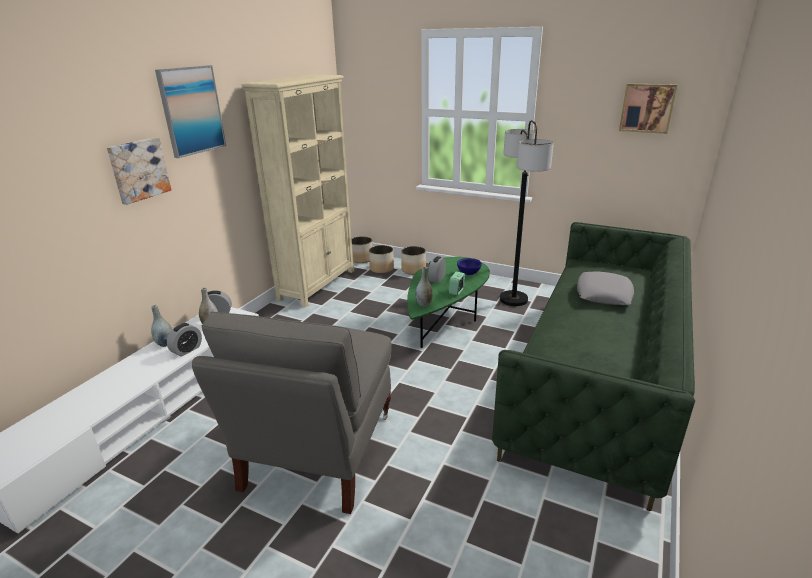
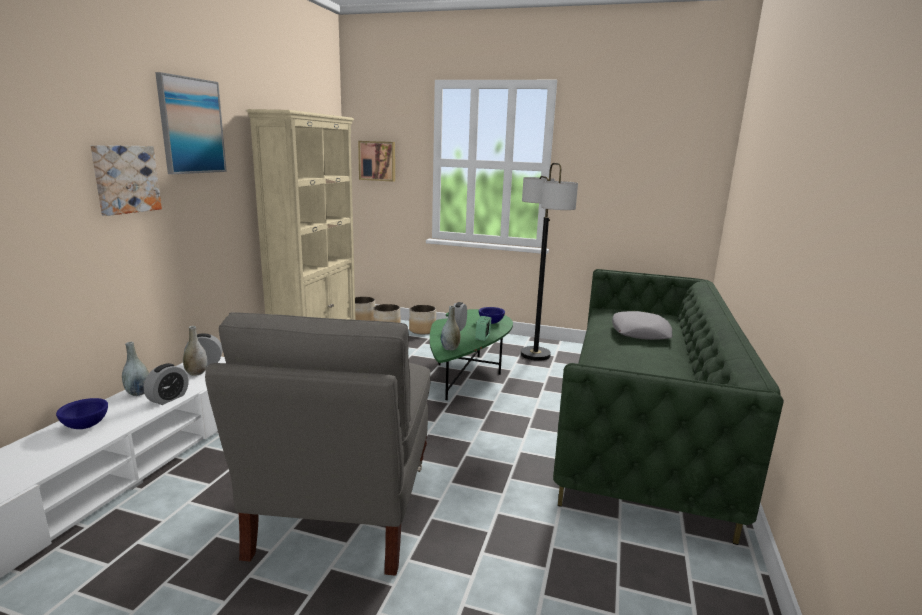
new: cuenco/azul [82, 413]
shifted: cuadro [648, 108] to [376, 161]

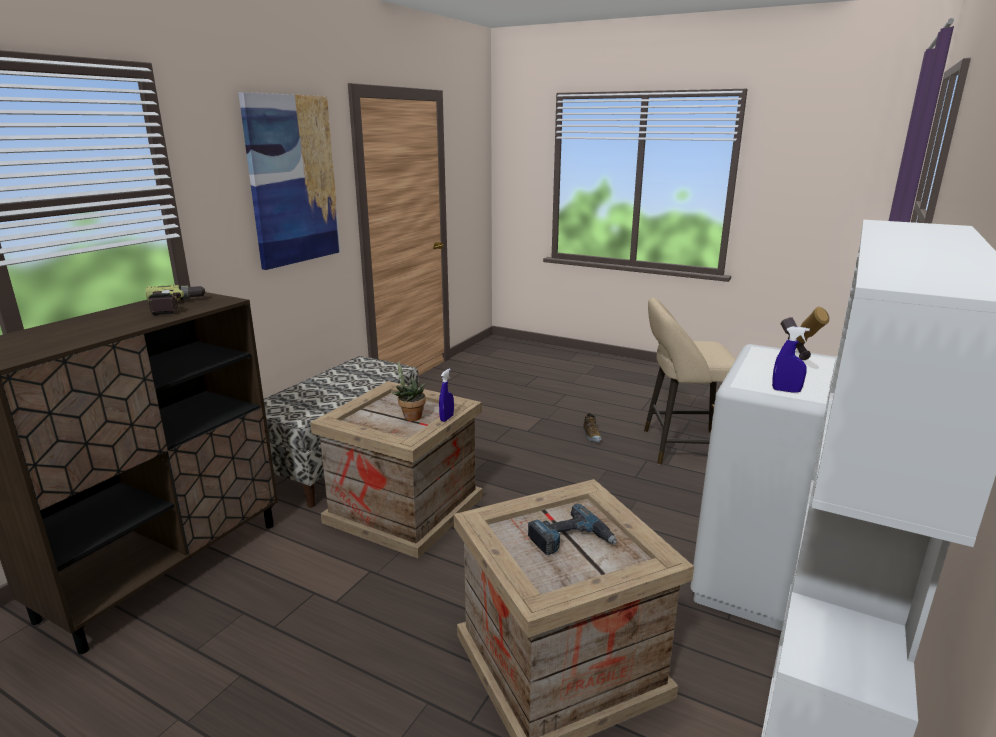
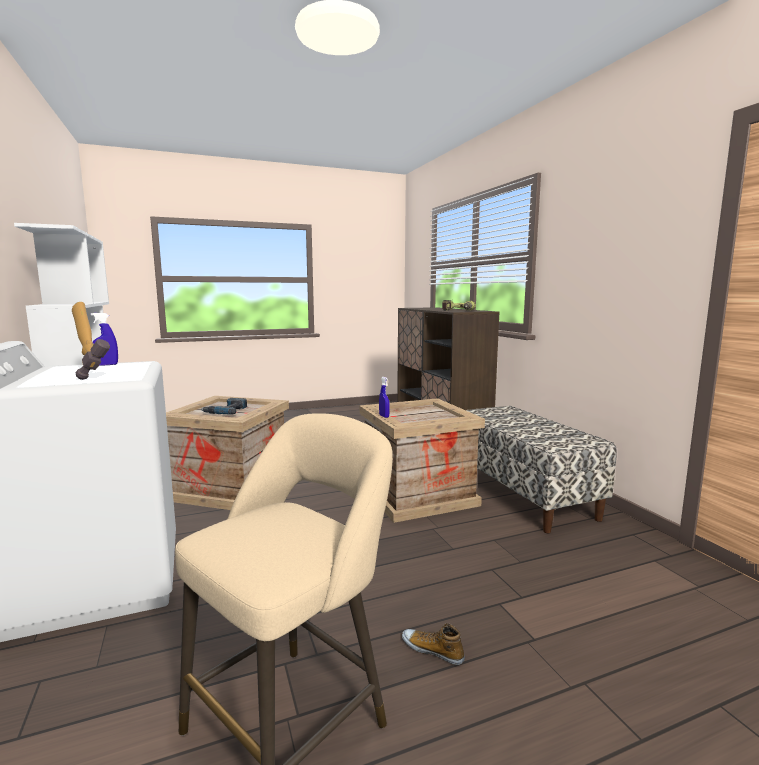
gone: cuadro [289, 181]; planta en maceta [409, 391]

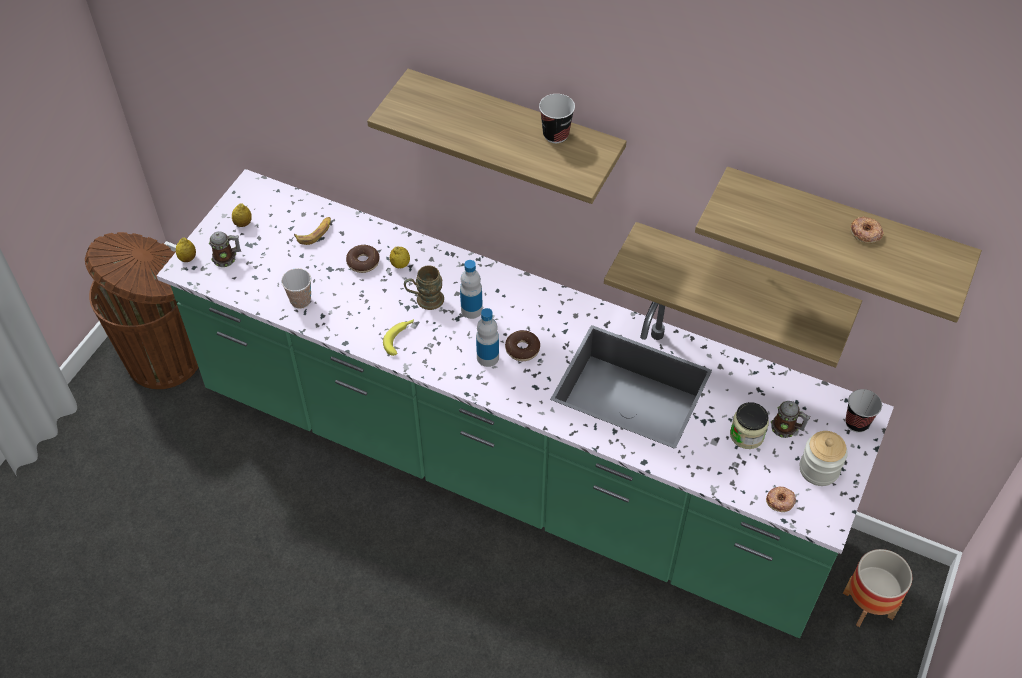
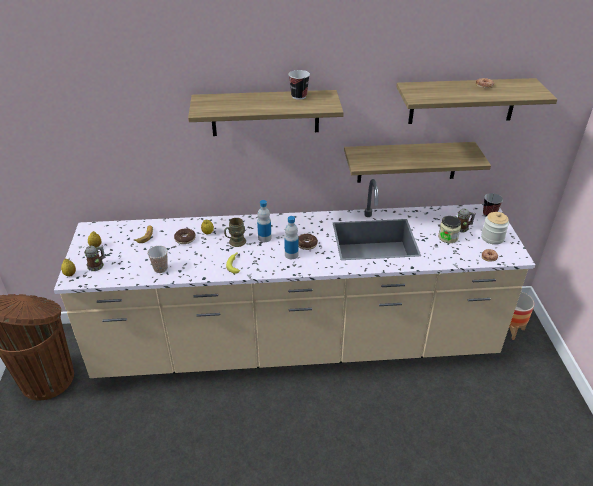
repainted: mueble bajo de cocina/verde [525, 403] to mueble bajo de cocina/beis [294, 278]

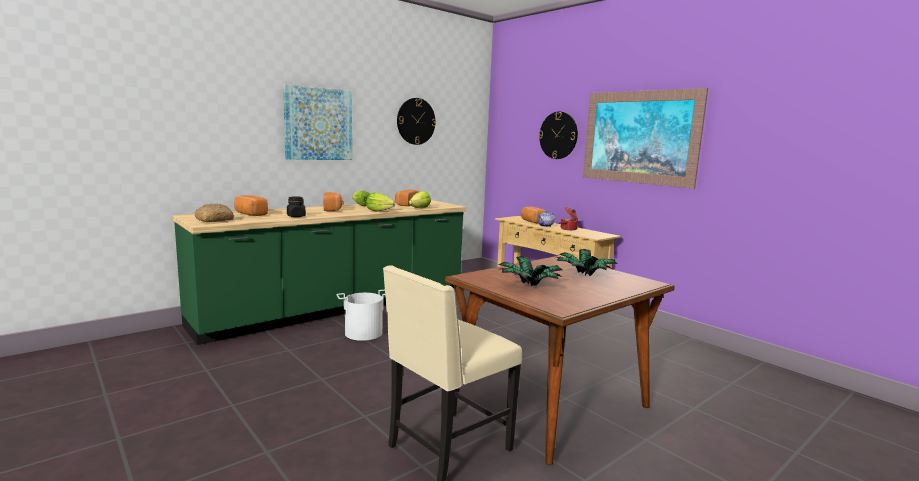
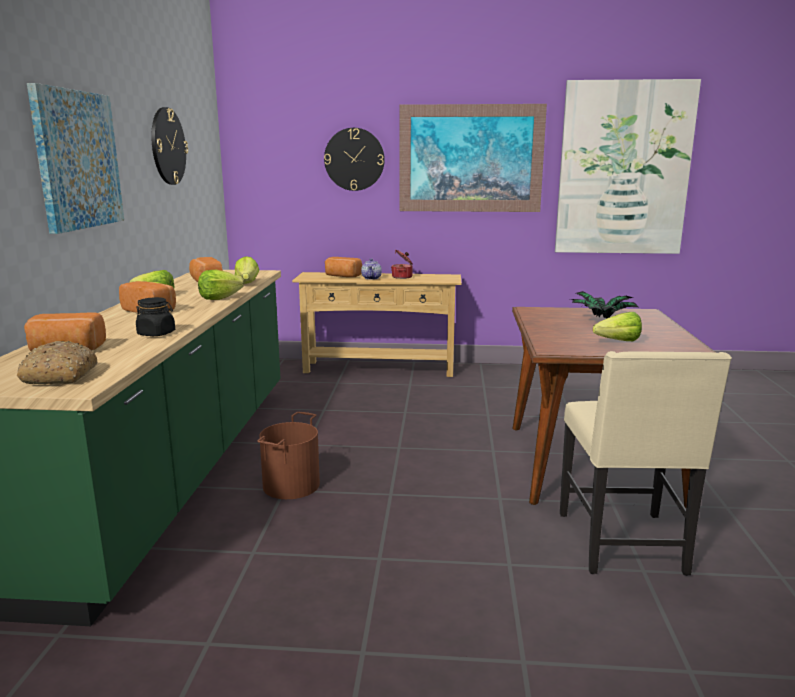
new: cuadro [628, 166]
swapped: planta en maceta [531, 271] to lechuga [617, 326]
repainted: cubo/blanco [360, 315] to cubo/marrón [288, 455]

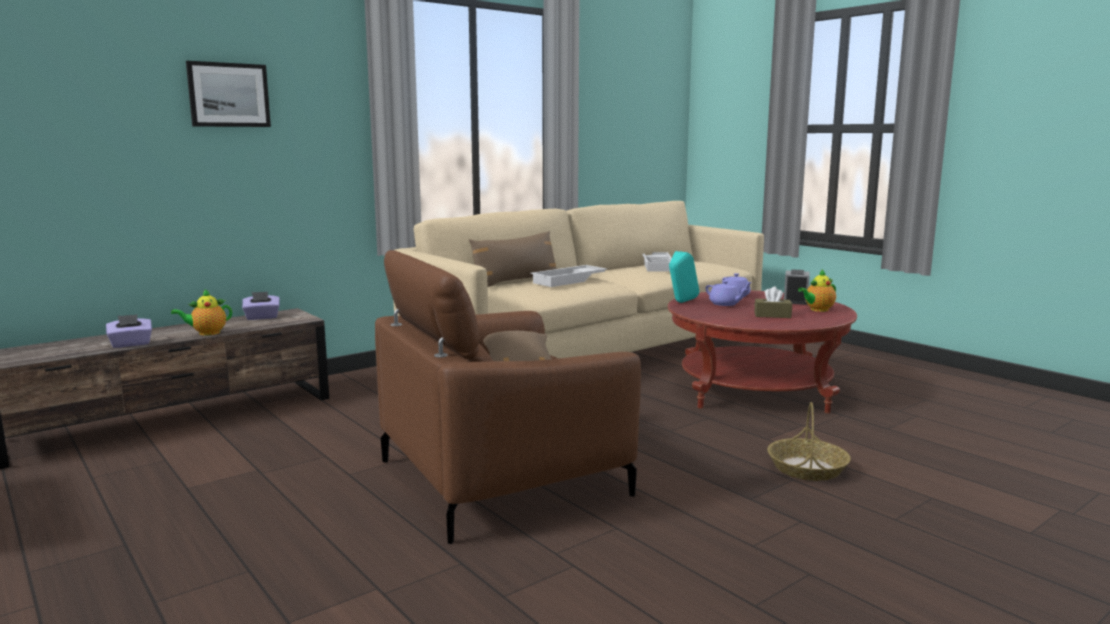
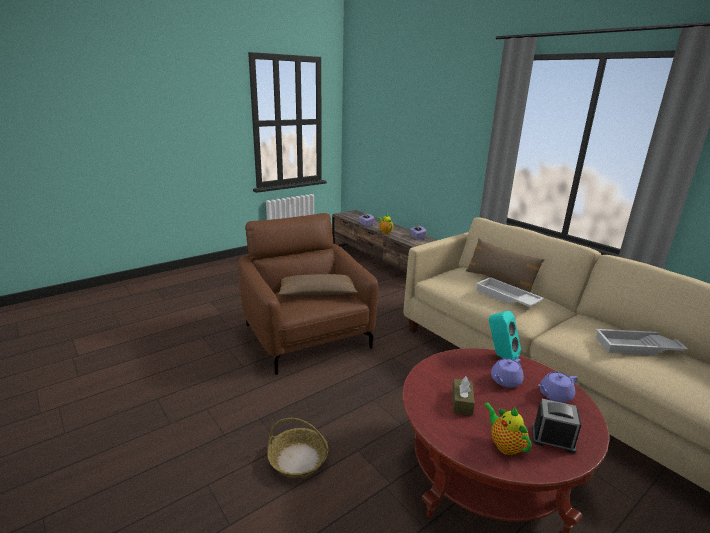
gone: cuadro [228, 94]

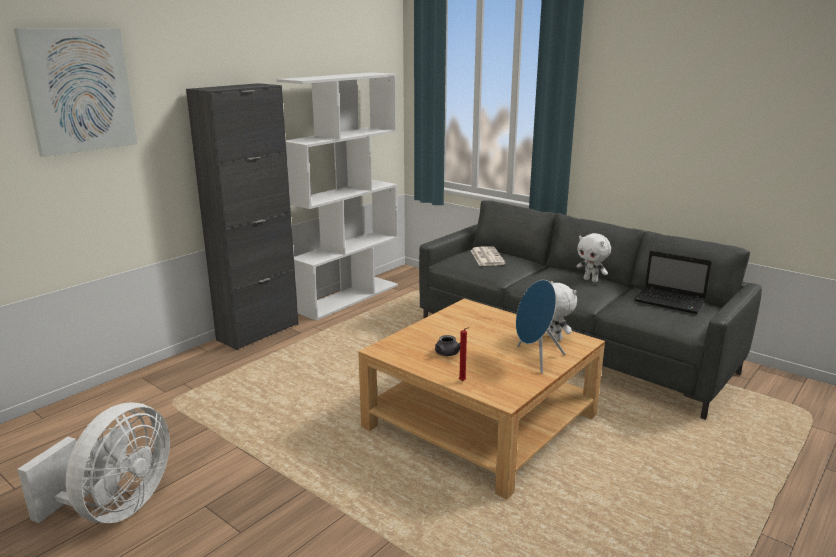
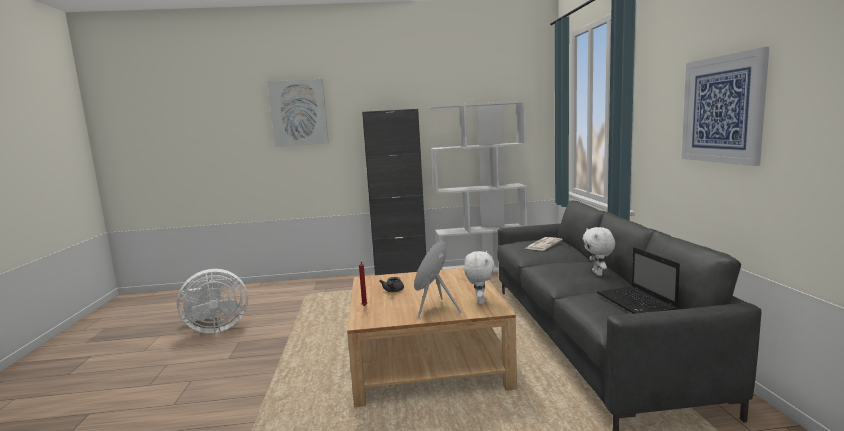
new: cuadro [725, 106]

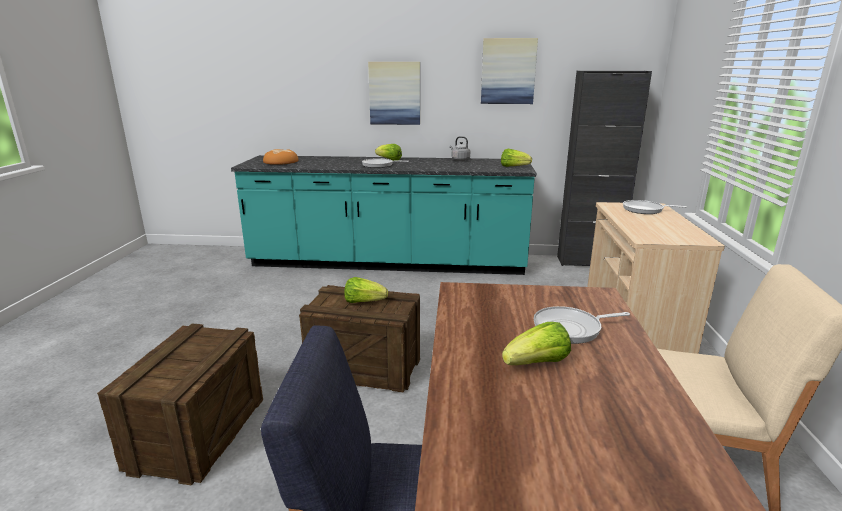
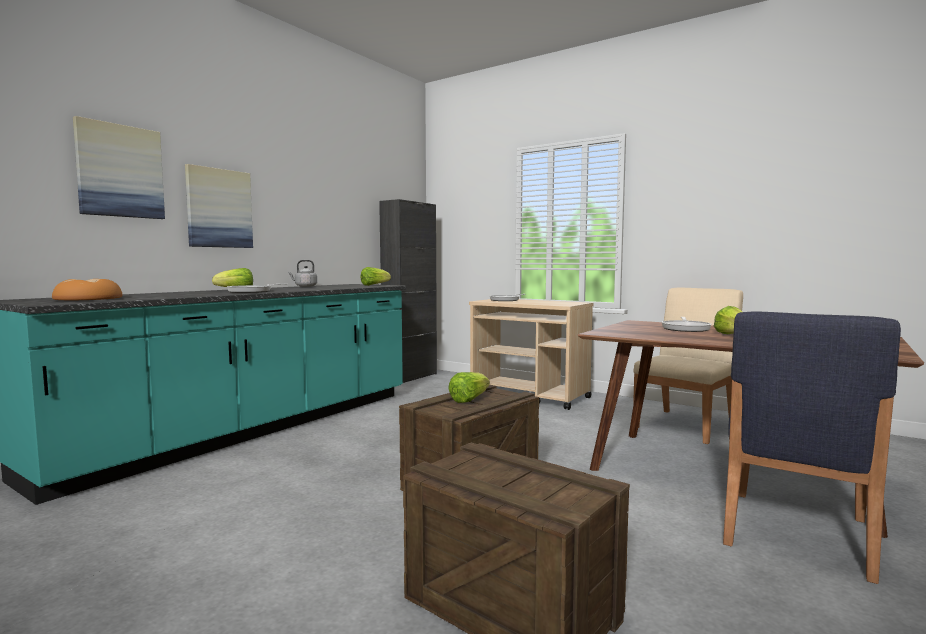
shifted: cuadro [509, 71] to [119, 167]

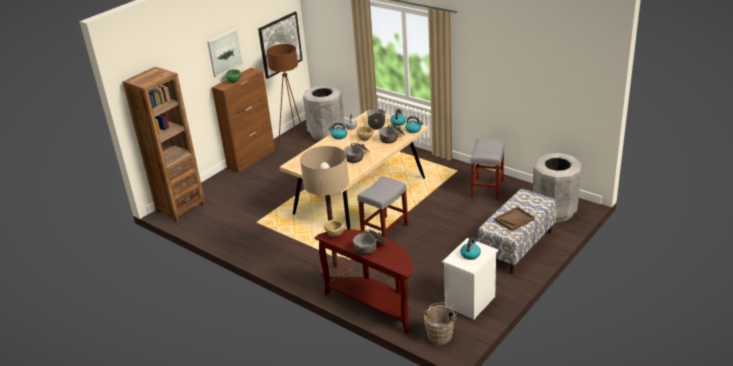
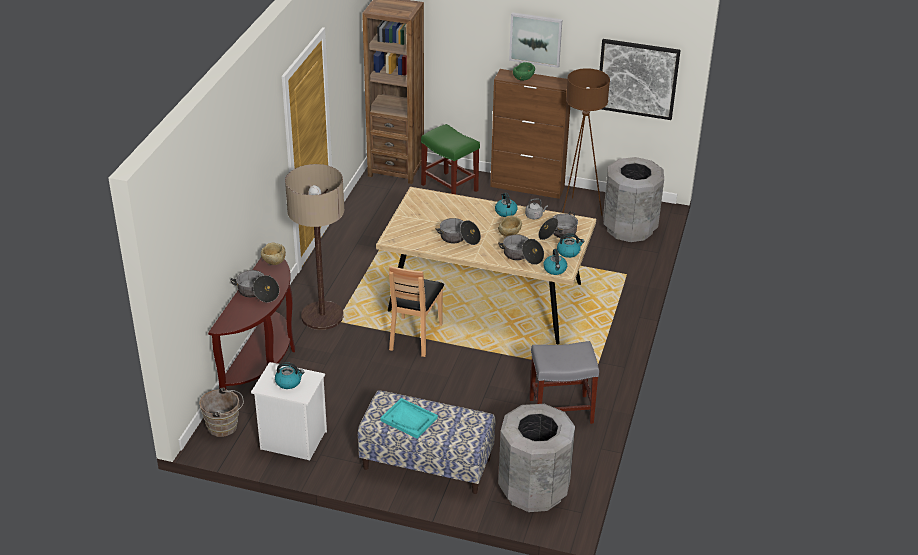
new: taburete/verde [450, 159]
swapped: taburete/gris [382, 207] to silla/marrón [416, 311]
repainted: bandeja/marrón [515, 219] to bandeja/turquesa [409, 418]

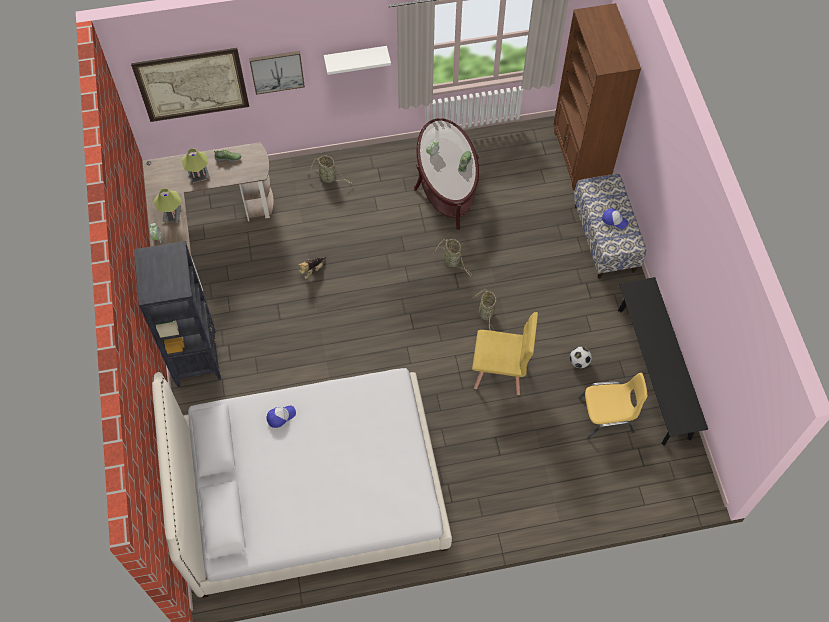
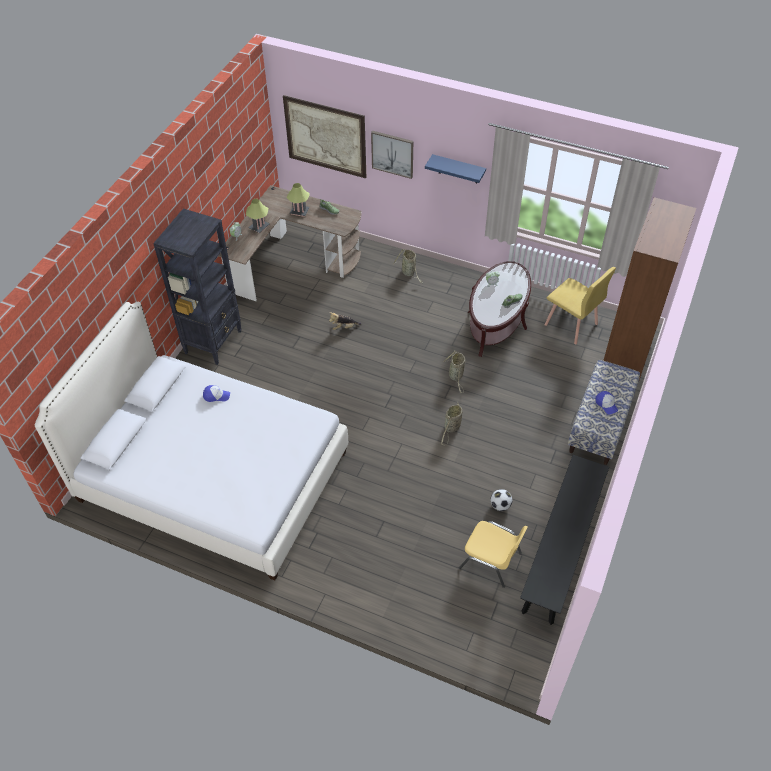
shifted: silla/amarillo [505, 353] to [580, 305]
repainted: estante/blanco [357, 60] to estante/azul [455, 168]

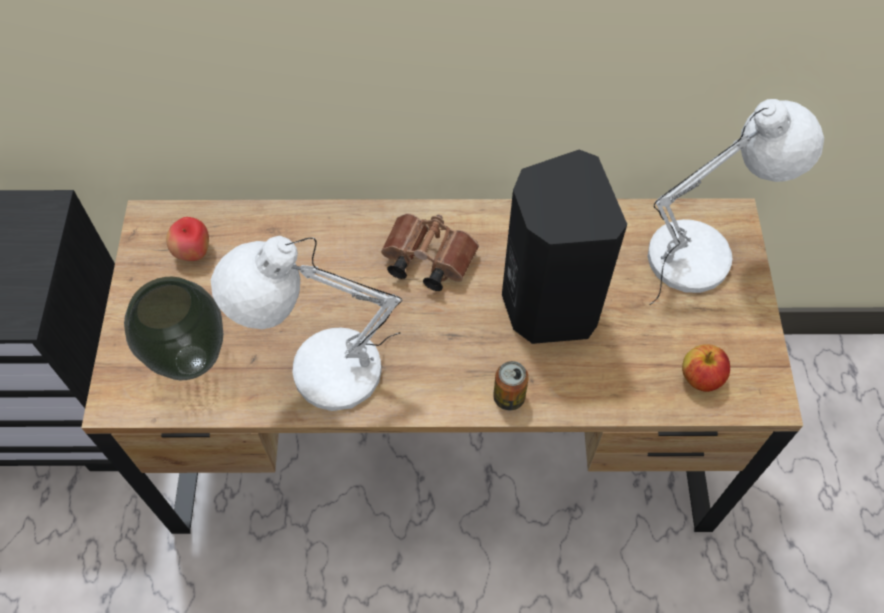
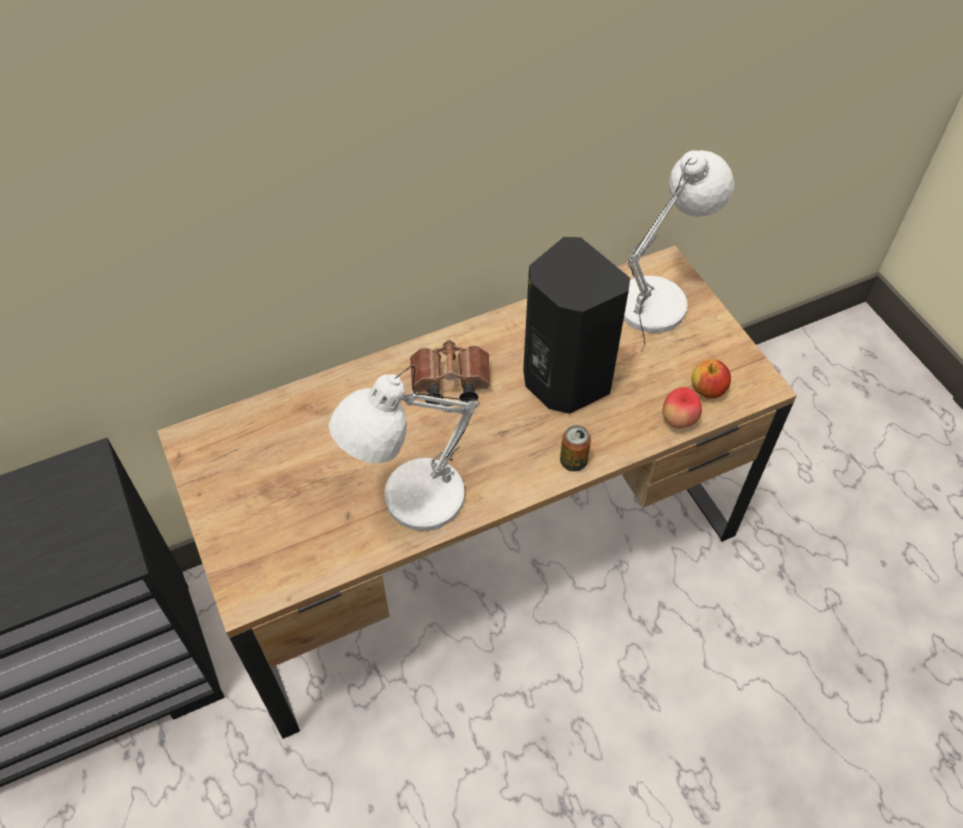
gone: florero [173, 328]
shifted: manzana [187, 239] to [682, 408]

